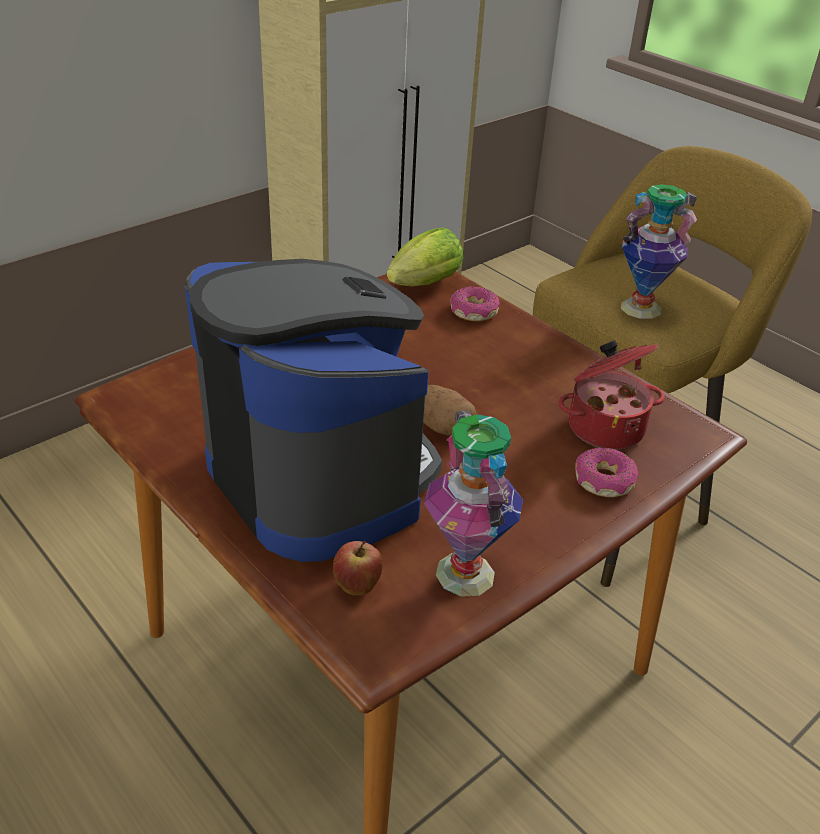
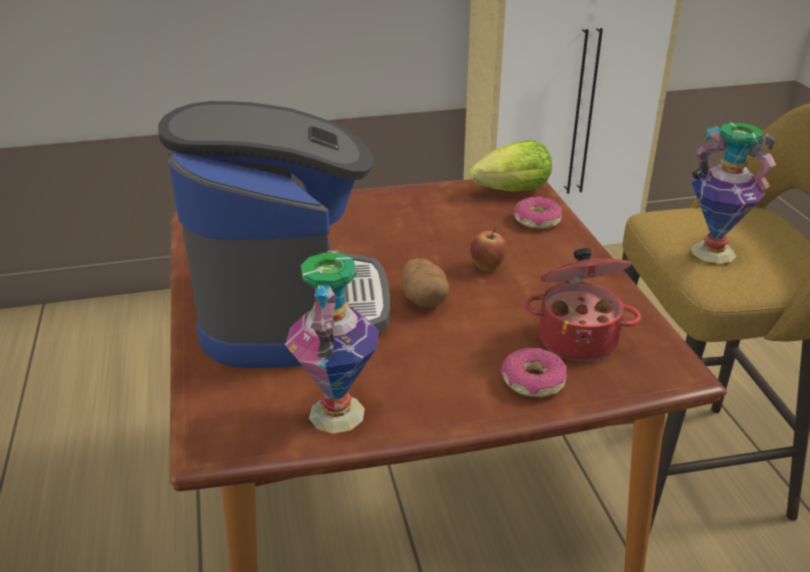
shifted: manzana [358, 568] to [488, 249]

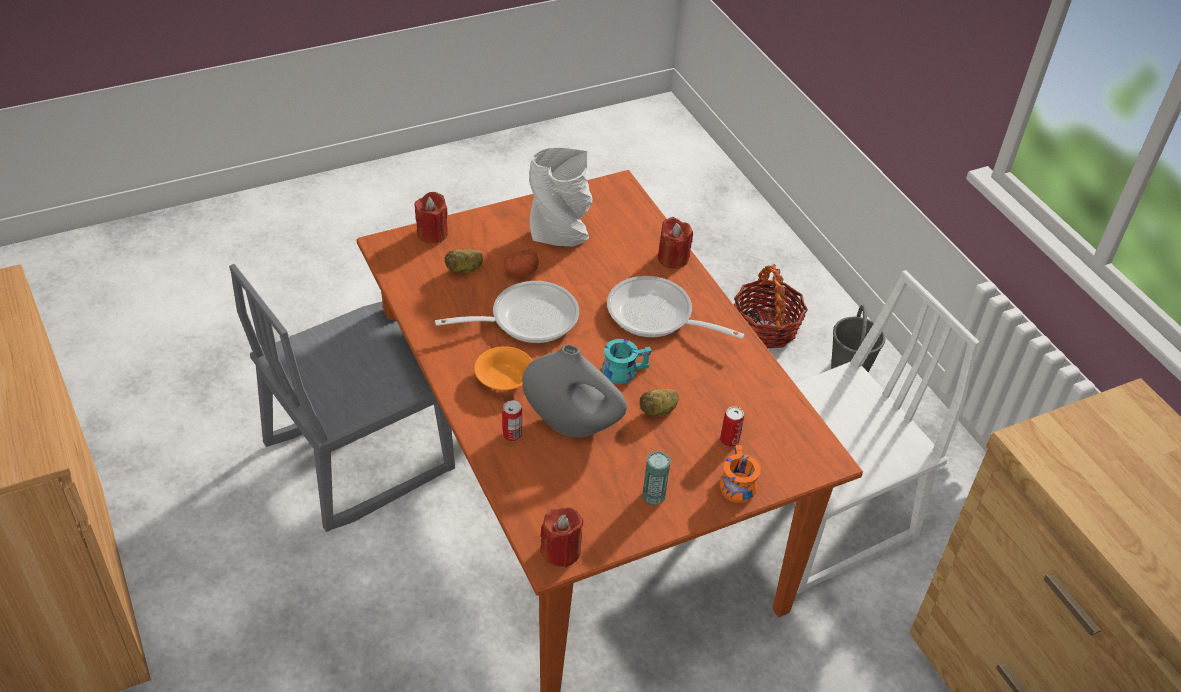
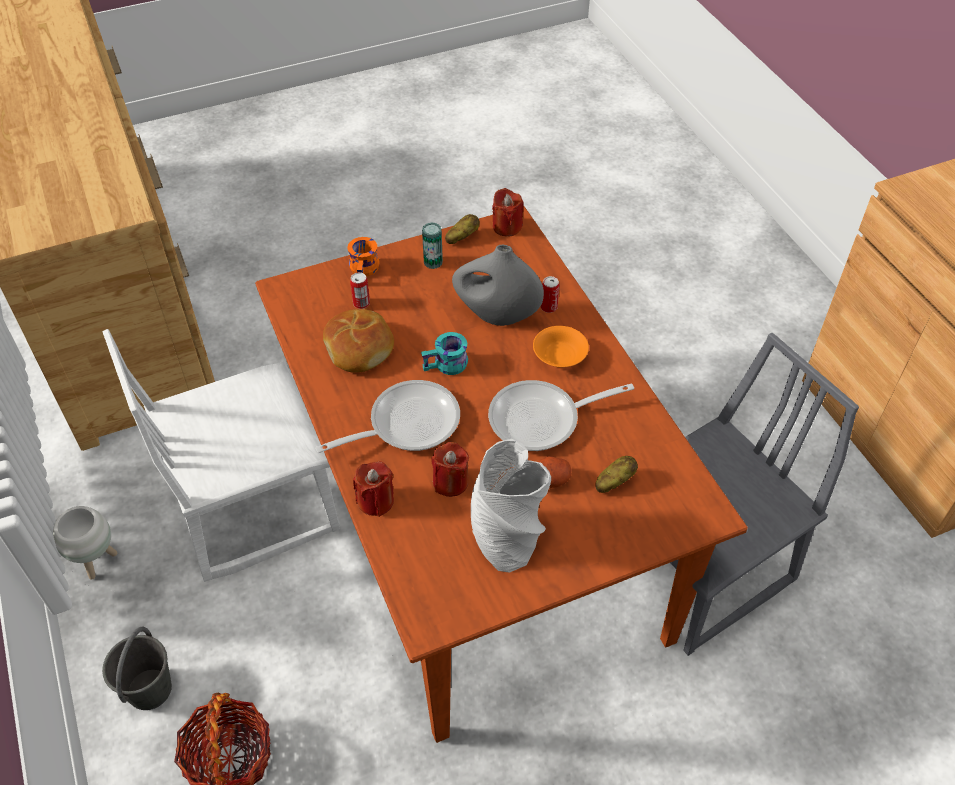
new: maceta/blanco [85, 543]; pan [358, 341]
shifted: vela/rojo [431, 217] to [450, 469]; patata [659, 402] to [462, 229]
rotated: sartén [675, 307] = [387, 416] 60 degrees counterclockwise

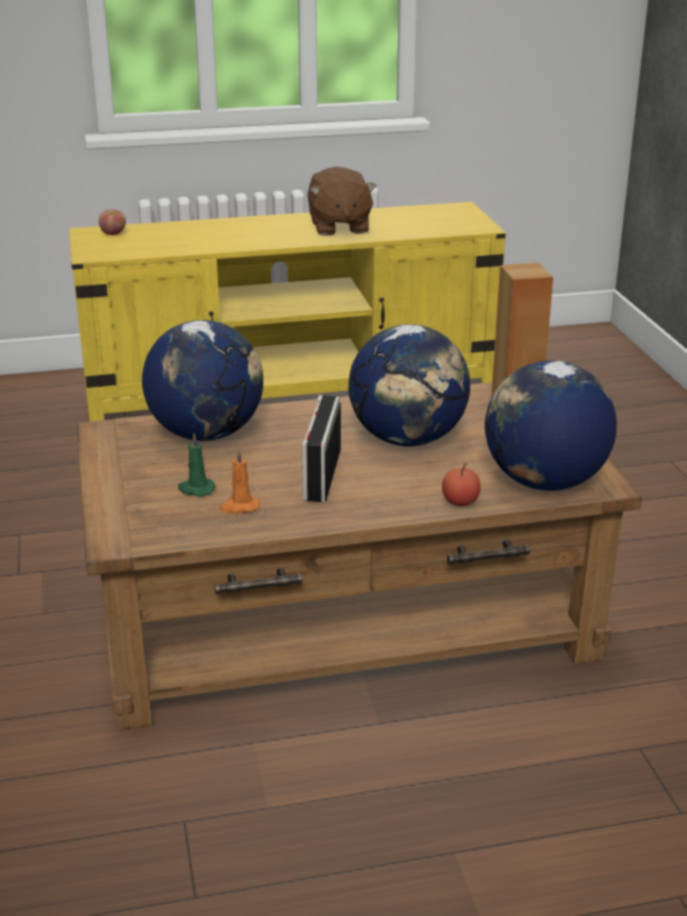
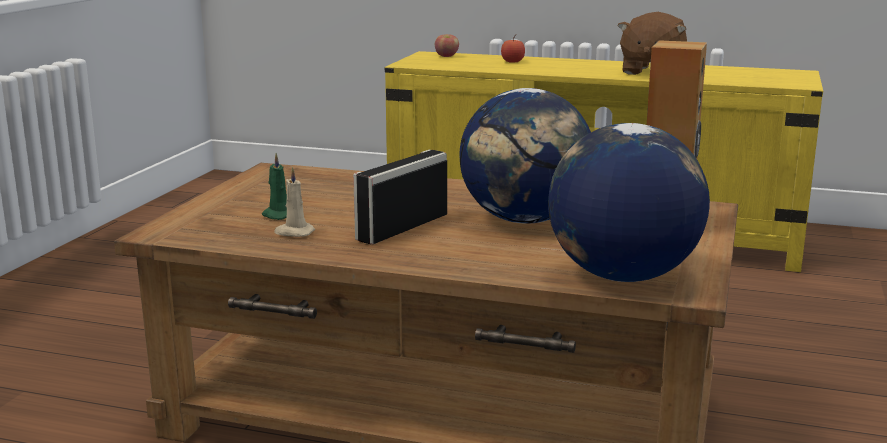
gone: globo terráqueo [202, 380]
shifted: manzana [461, 484] to [513, 49]
repainted: vela/naranja [240, 481] to vela/beis [294, 202]

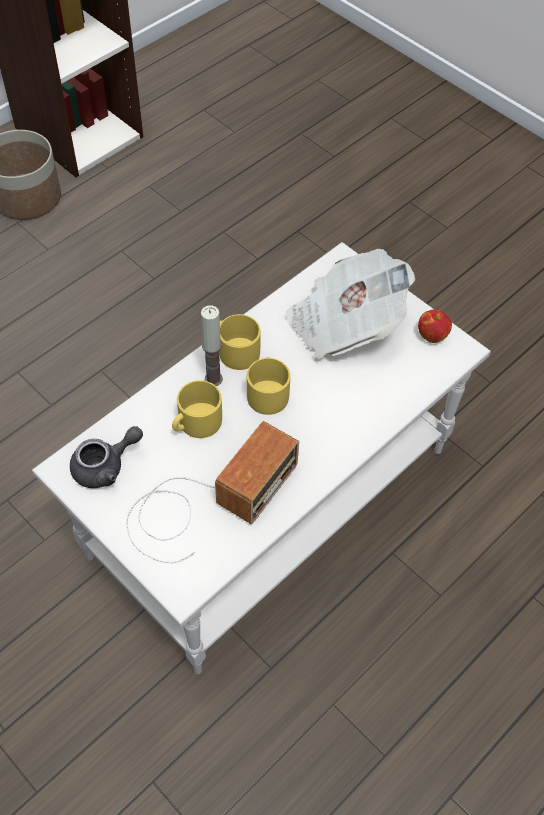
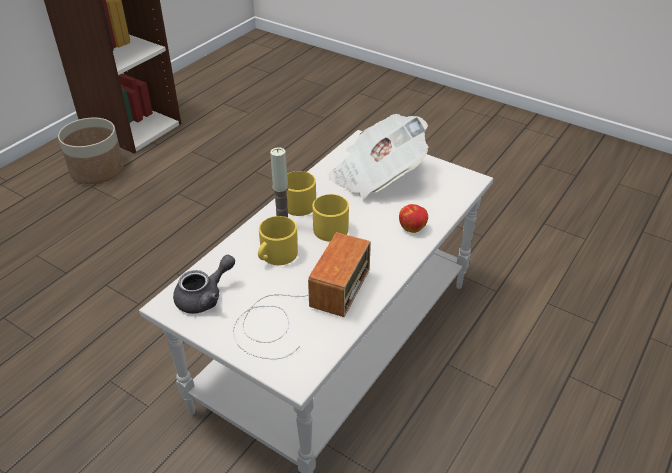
shifted: manzana [435, 326] to [413, 218]

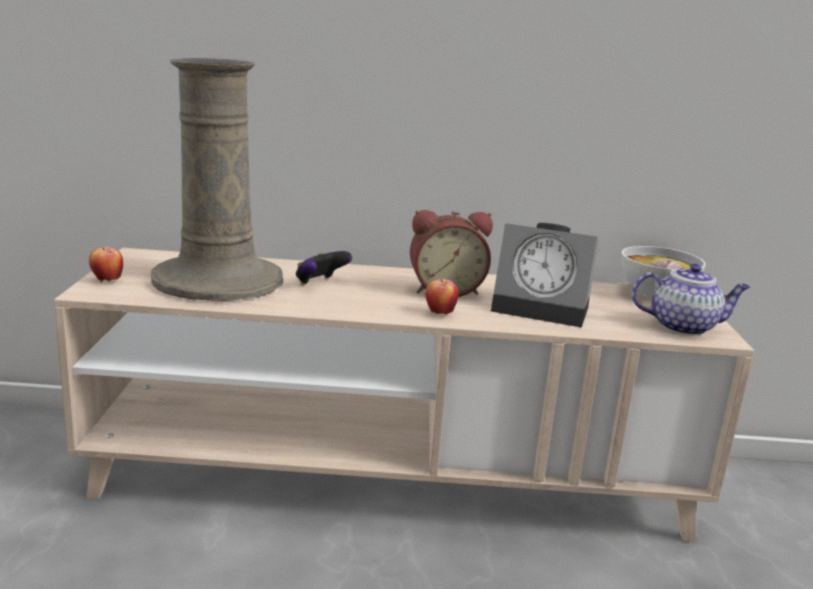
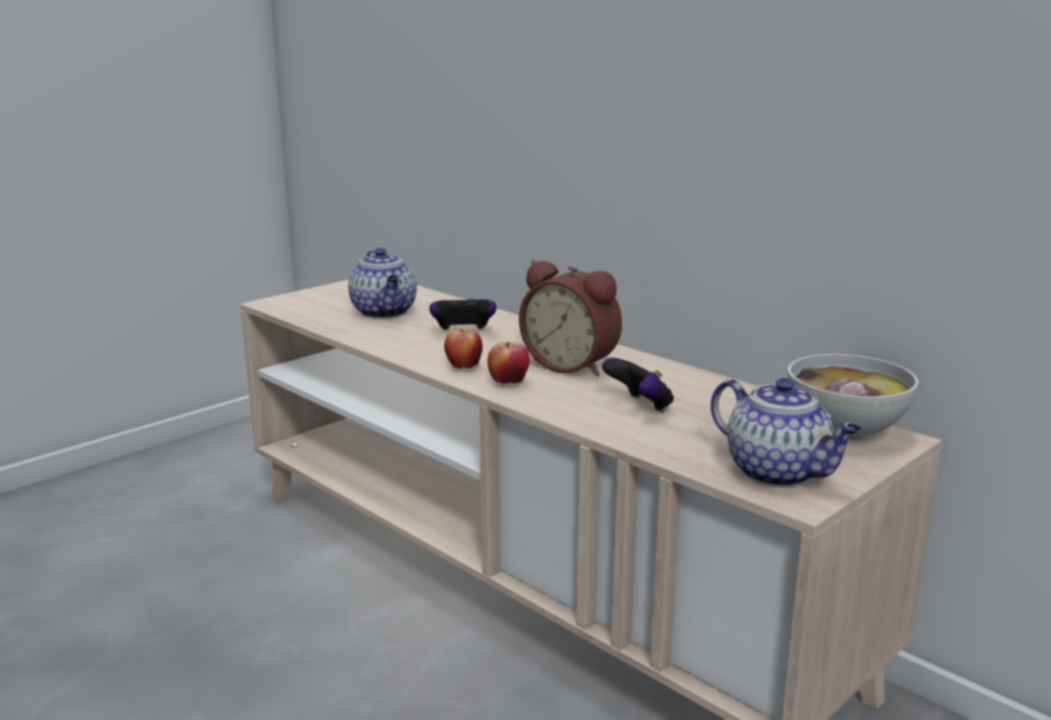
shifted: manzana [106, 264] to [463, 348]
swapped: florero/beis [217, 179] to tetera [382, 283]; despertador [545, 275] to mando de consola [638, 385]

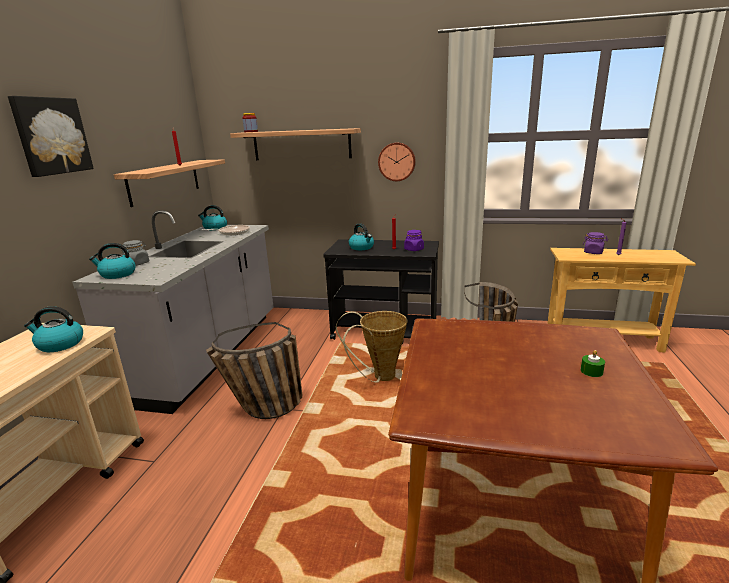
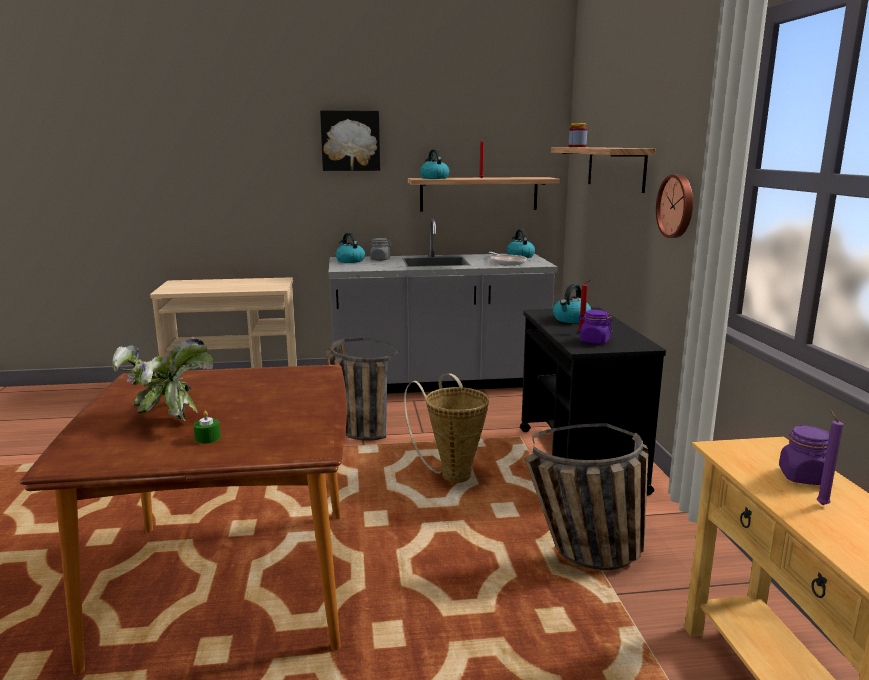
new: planta en maceta [162, 380]
shifted: hervidor [53, 329] to [434, 164]

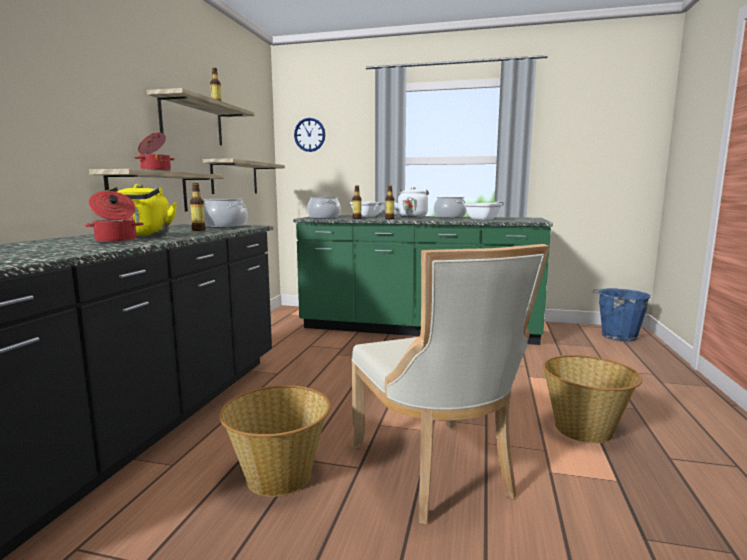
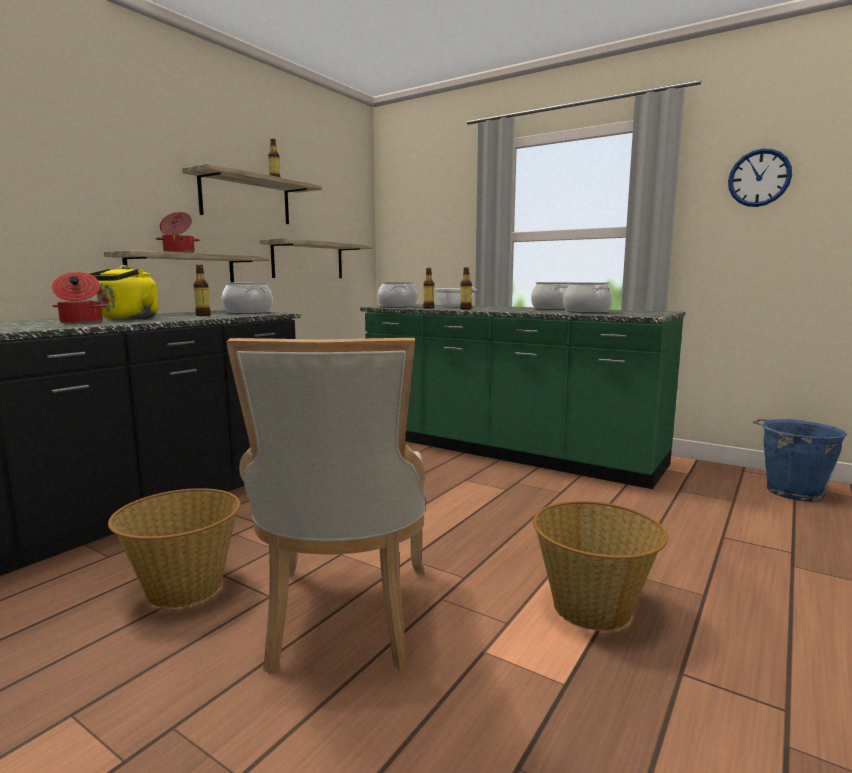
gone: hervidor/blanco [411, 202]
shifted: reloj de pared [309, 135] to [760, 178]
swapped: sartén [484, 210] to olla [588, 297]

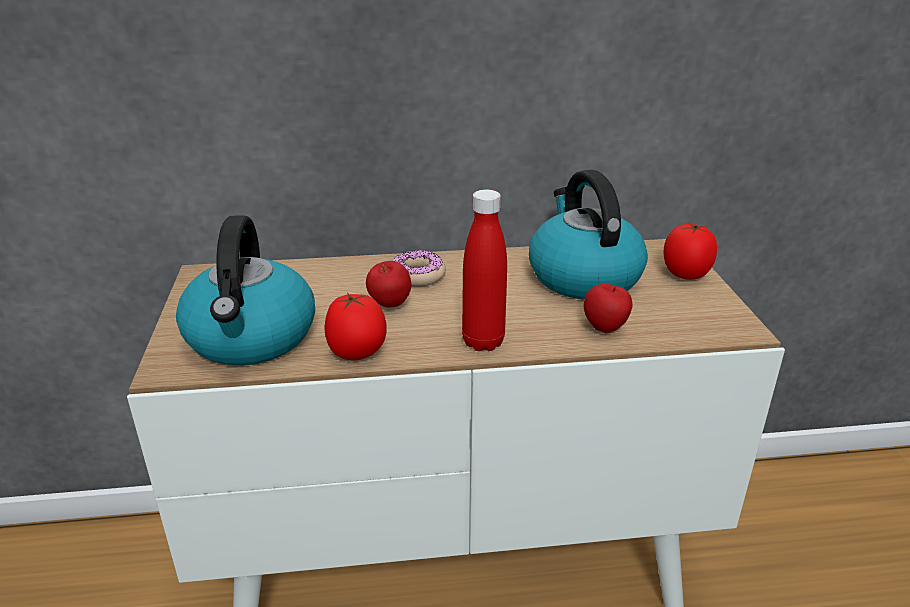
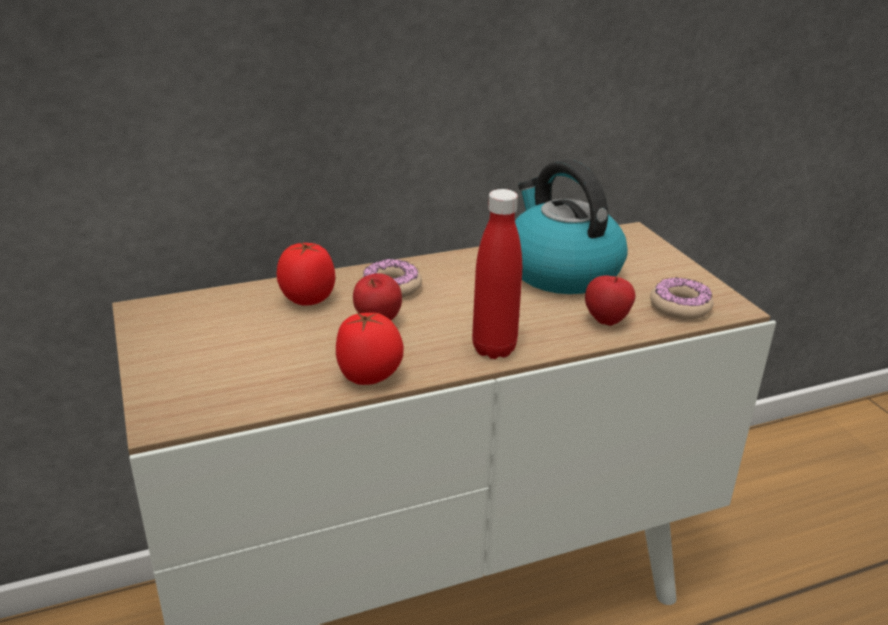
gone: hervidor [245, 290]
new: rosquilla [681, 298]
shifted: tomate [690, 252] to [306, 274]

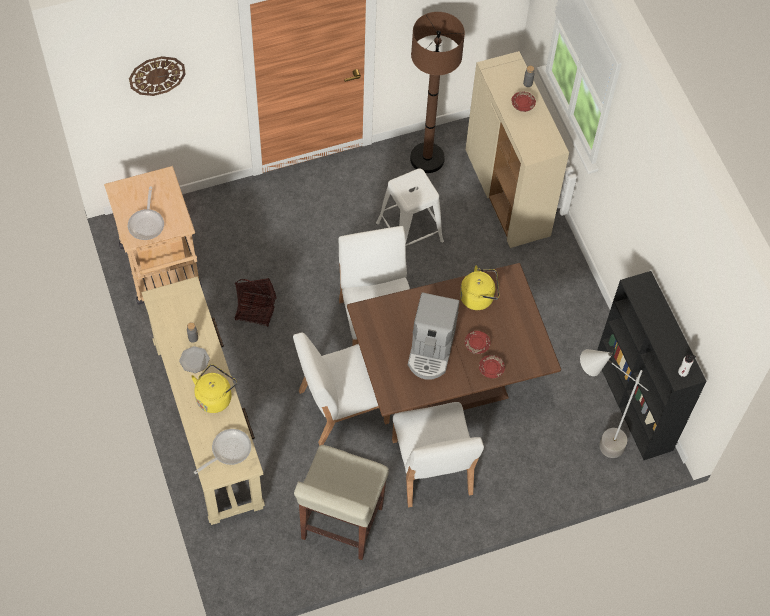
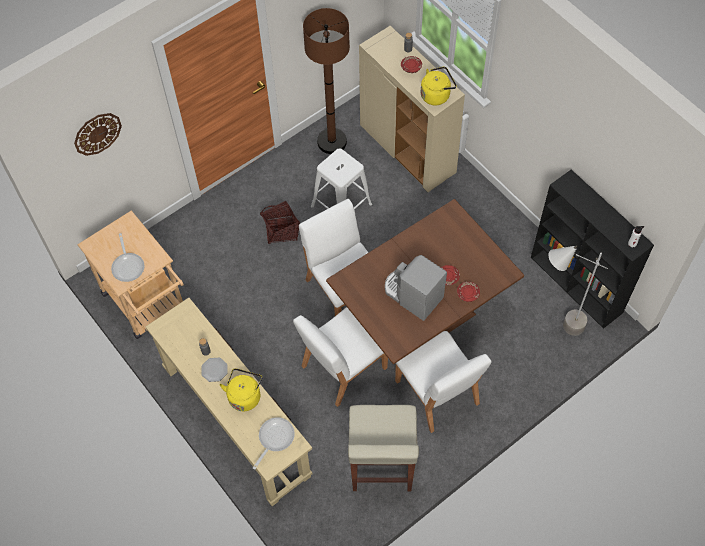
shifted: cesta [255, 302] to [280, 222]; hervidor/amarillo [479, 287] to [439, 85]
rotated: cafetera [433, 336] = [416, 288] 135 degrees clockwise

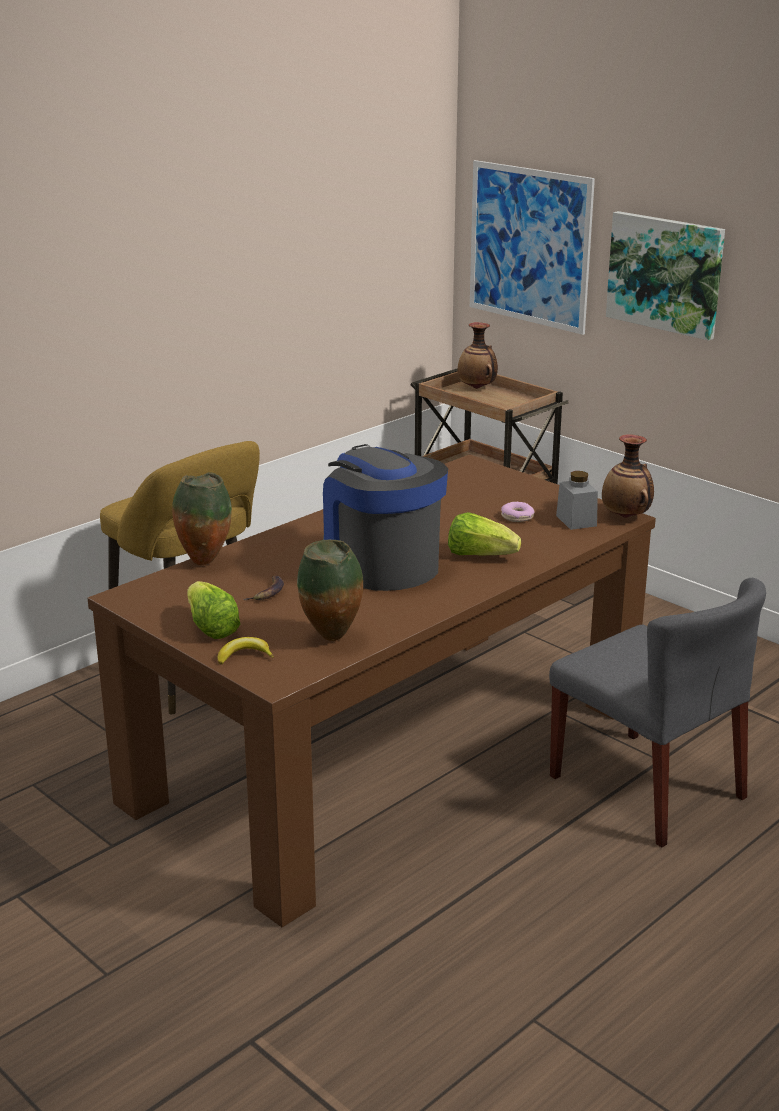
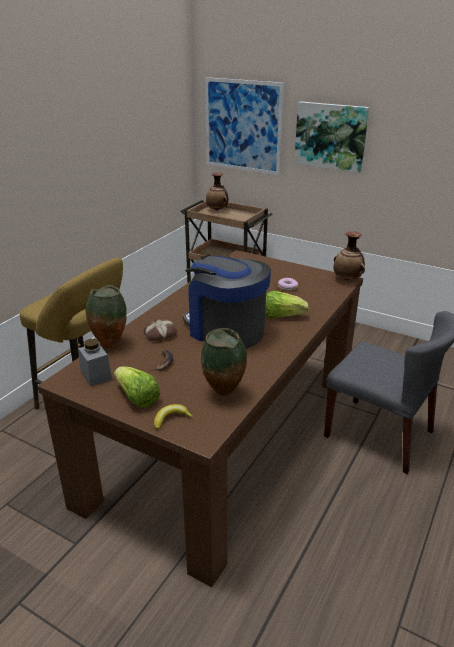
new: pan [160, 330]
shifted: tarro/gris [577, 500] to [95, 363]

